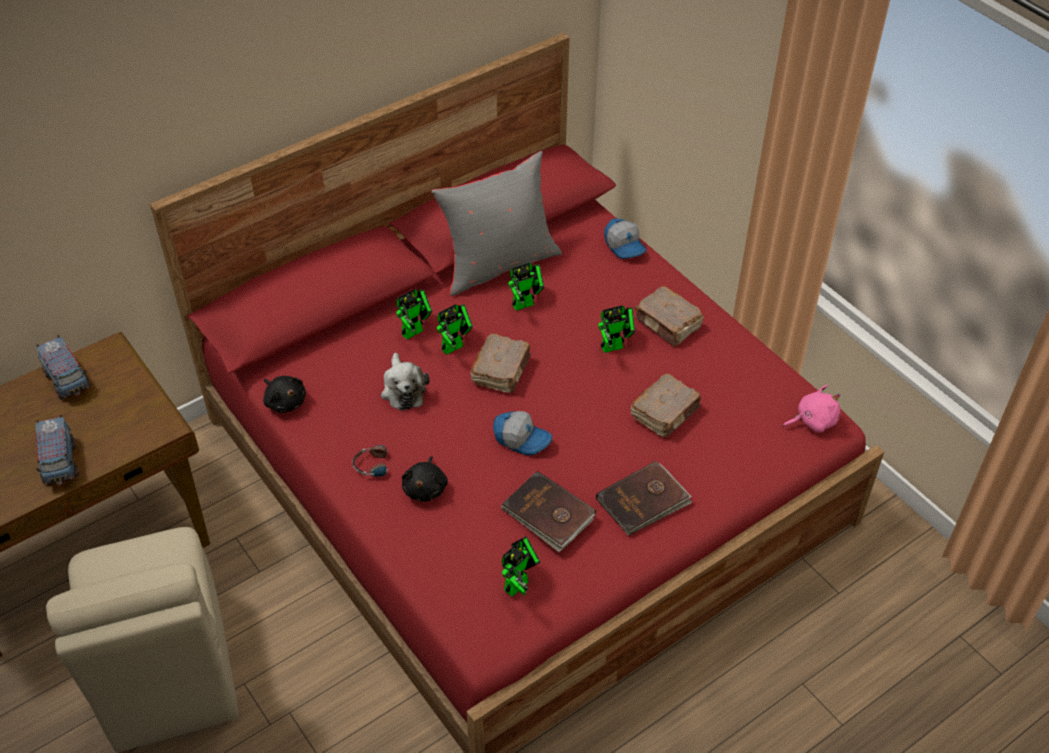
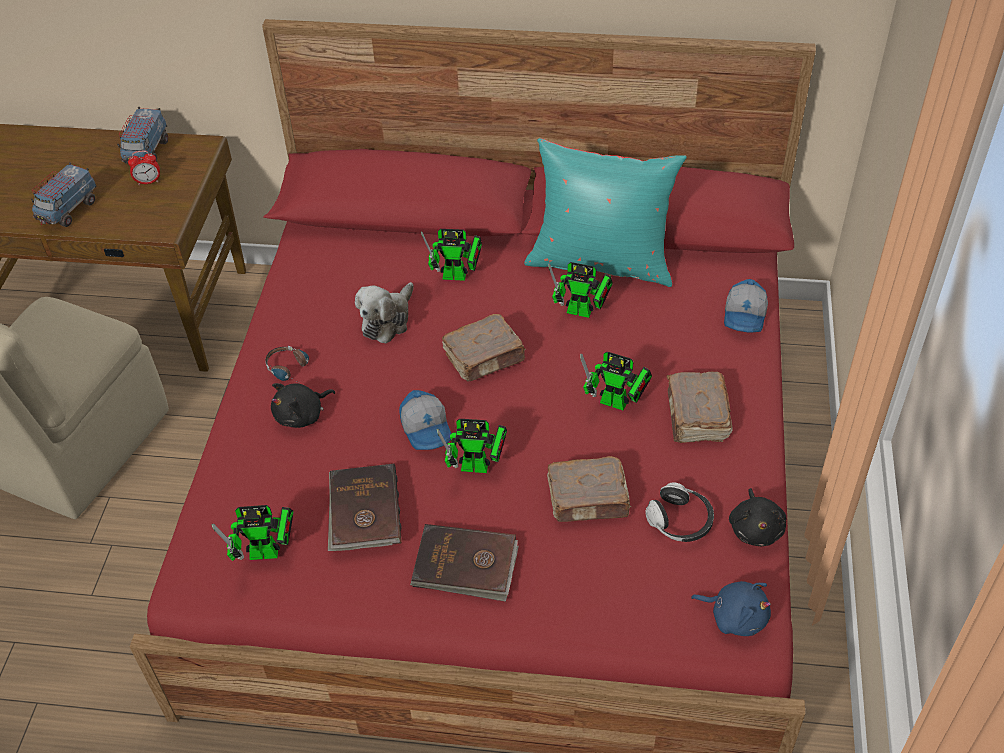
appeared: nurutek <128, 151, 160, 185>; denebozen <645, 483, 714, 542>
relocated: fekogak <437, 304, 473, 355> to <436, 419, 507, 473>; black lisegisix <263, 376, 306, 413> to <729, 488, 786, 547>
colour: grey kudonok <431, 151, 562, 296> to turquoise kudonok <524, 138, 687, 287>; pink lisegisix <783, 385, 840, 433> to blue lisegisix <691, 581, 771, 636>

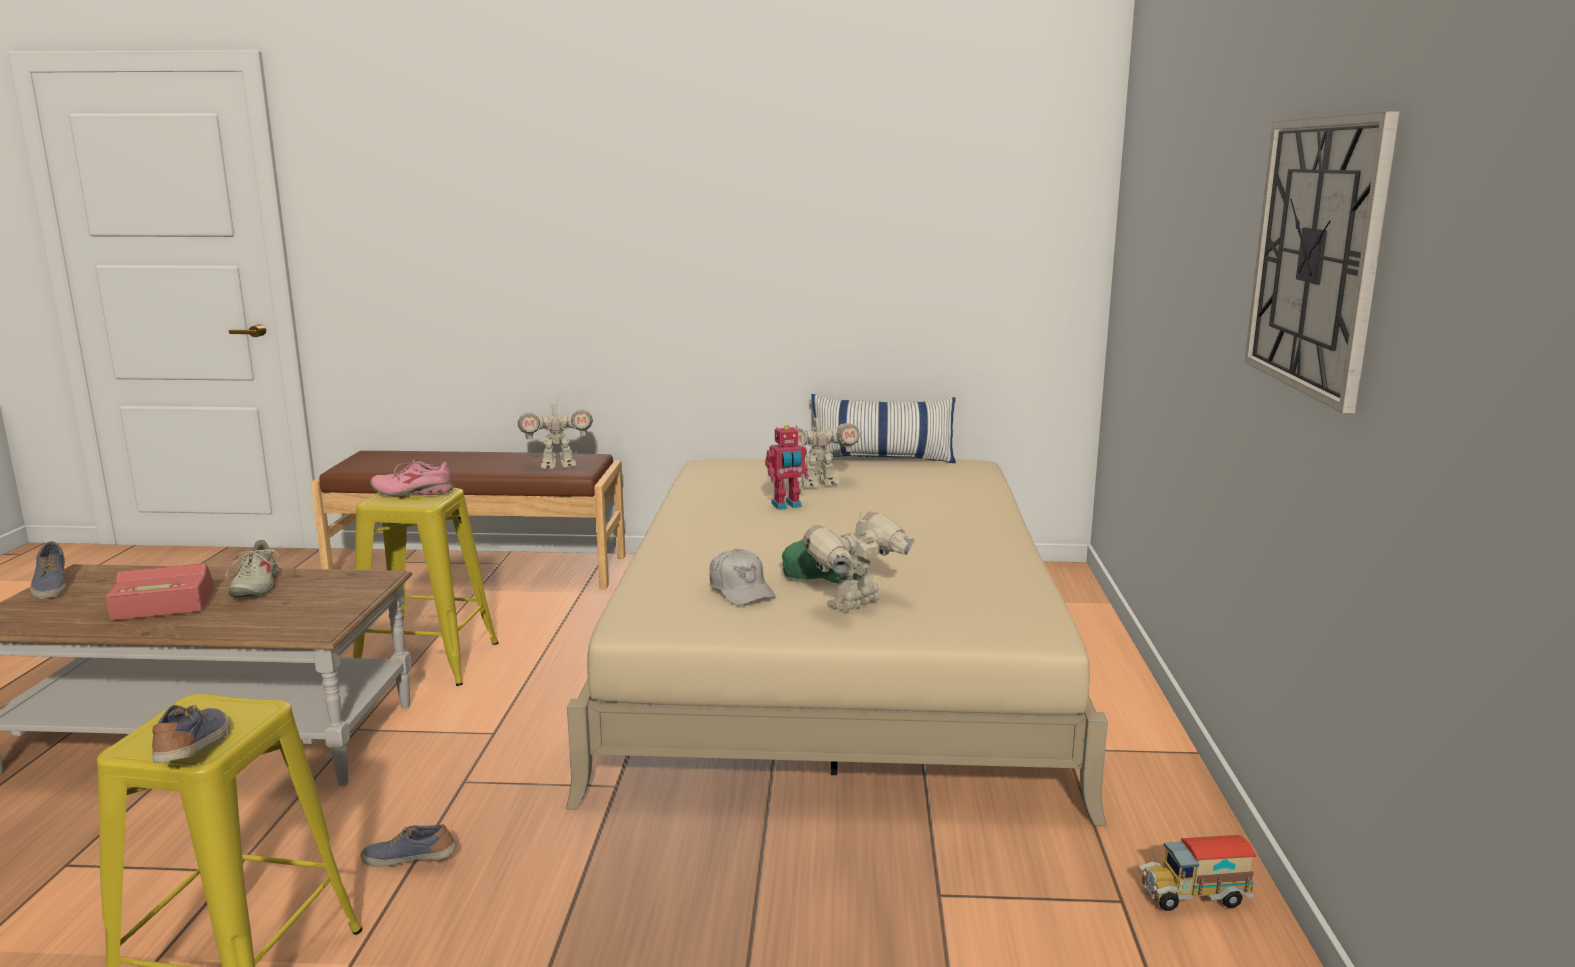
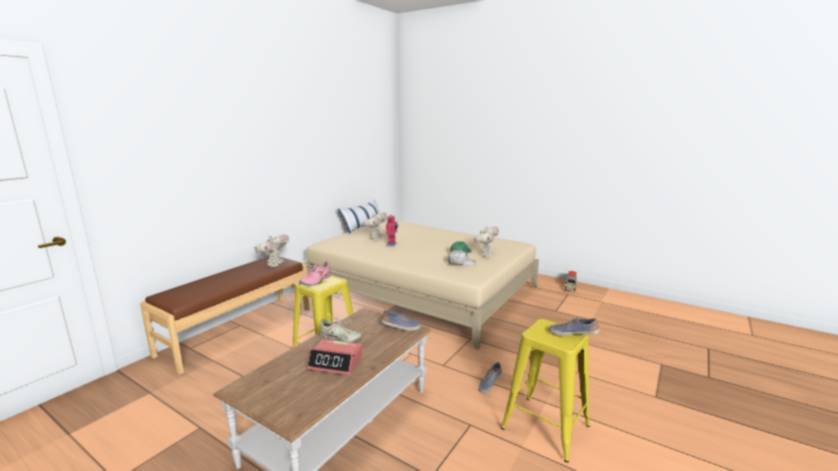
missing: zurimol <1244, 111, 1400, 413>
relocated: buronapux <30, 541, 65, 599> to <381, 310, 421, 331>
spun: fekogak <803, 510, 915, 611> = <474, 224, 499, 257> 150 degrees counterclockwise; nurutek <106, 563, 214, 621> = <307, 339, 362, 375> 90 degrees counterclockwise

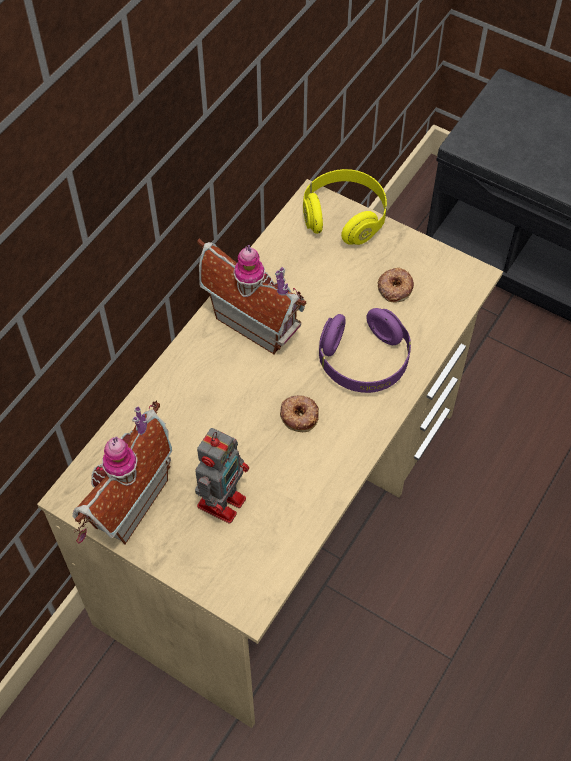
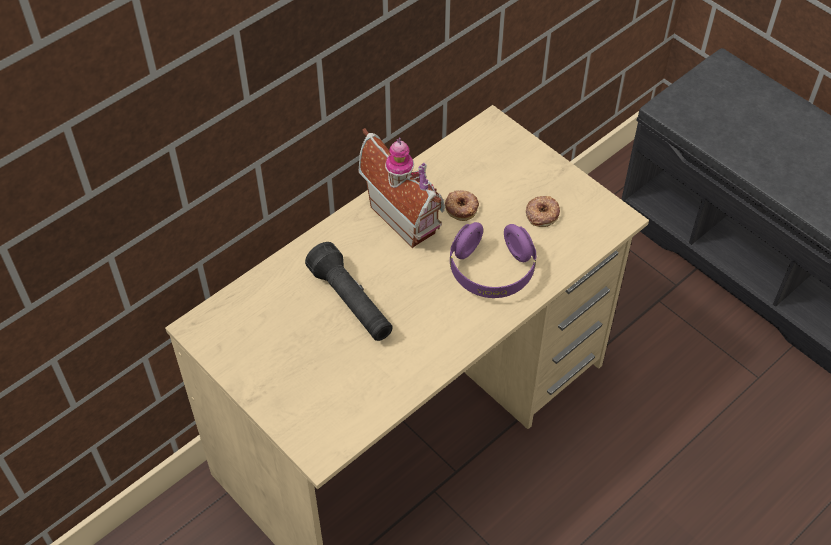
missing: yellow denebozen <303, 169, 387, 245>; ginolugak <72, 400, 172, 544>; fekogak <195, 428, 249, 523>
appeared: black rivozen <305, 242, 393, 341>
relocated: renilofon <280, 395, 319, 432> to <445, 190, 479, 221>

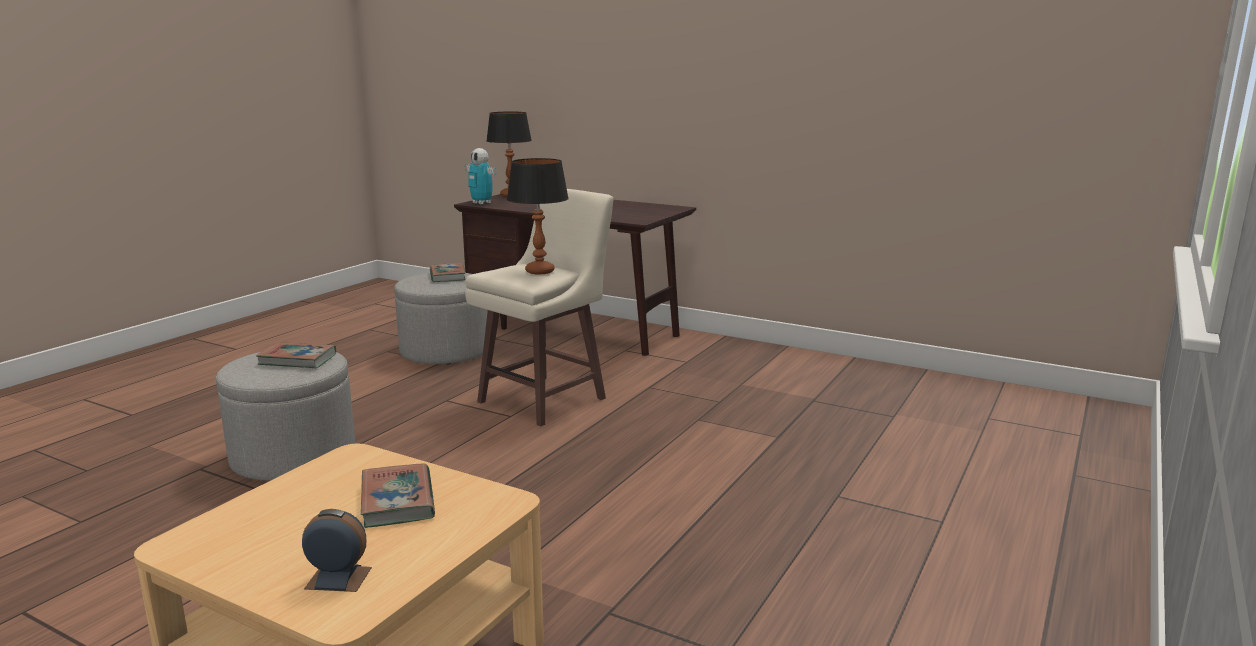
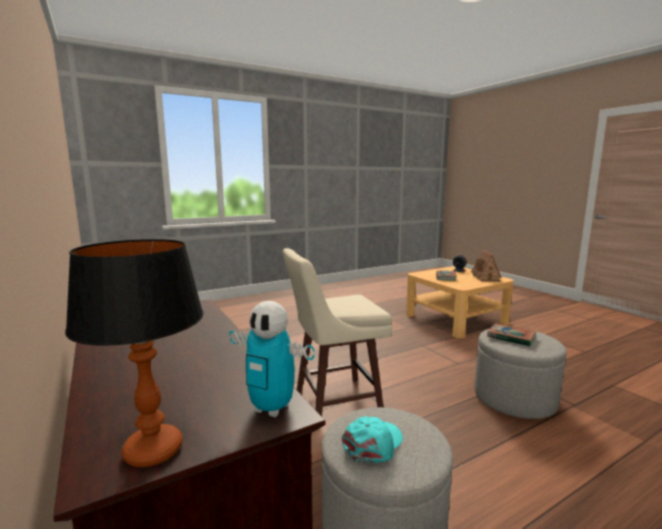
missing: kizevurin <507, 158, 569, 275>
appeared: ginolugak <471, 250, 502, 282>
exchanged: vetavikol <430, 263, 466, 282> to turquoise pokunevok <342, 417, 403, 463>
spun: fekogak <464, 148, 497, 204> = <229, 301, 315, 417> 135 degrees clockwise

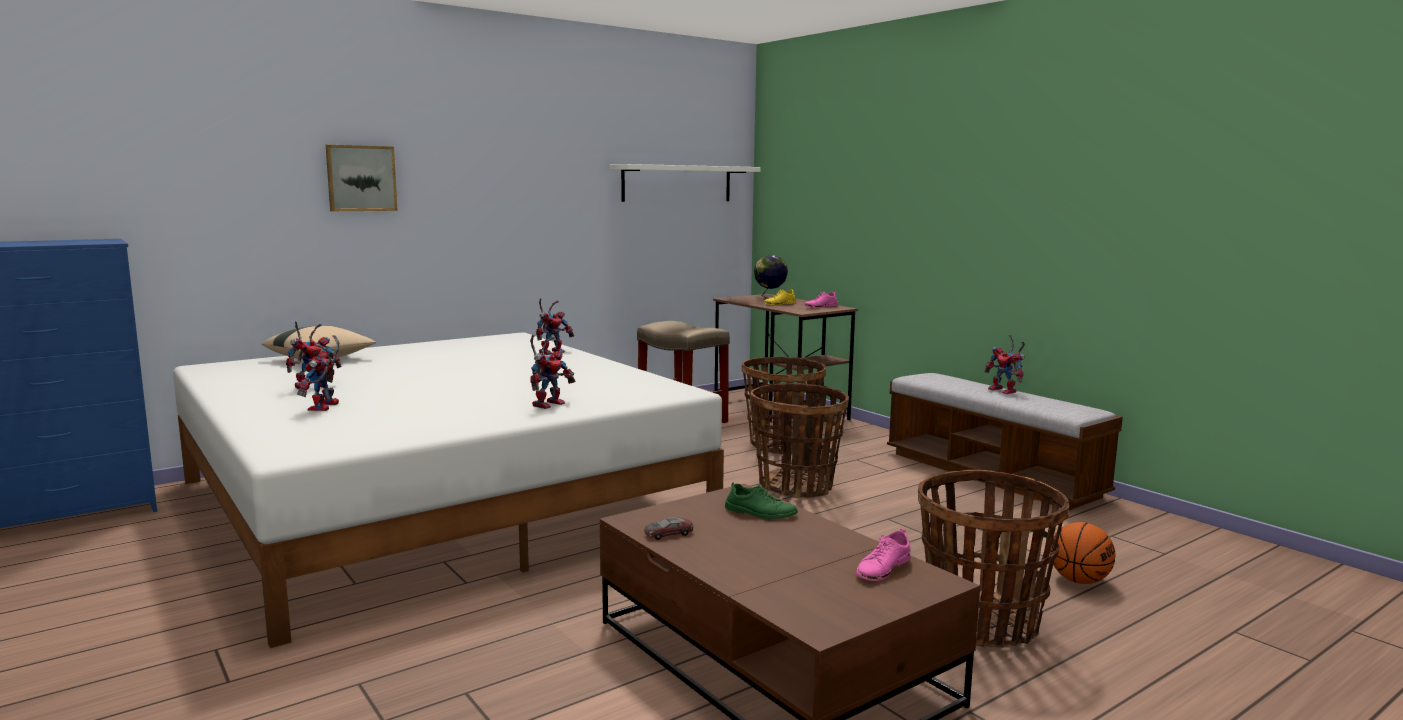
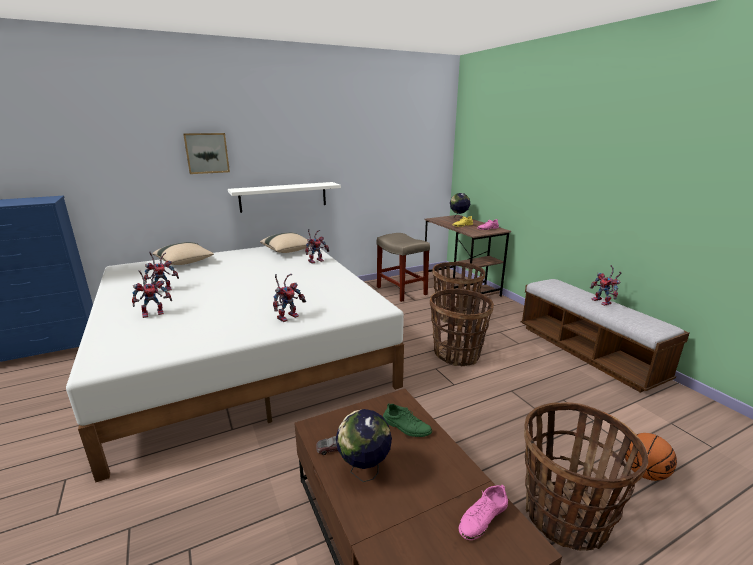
appeared: beige kudonok <260, 233, 311, 253>; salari <336, 409, 392, 482>
relocated: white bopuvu <610, 164, 761, 202> to <228, 182, 341, 213>
spun: fekogak <297, 335, 339, 411> = <132, 270, 172, 318> 135 degrees counterclockwise

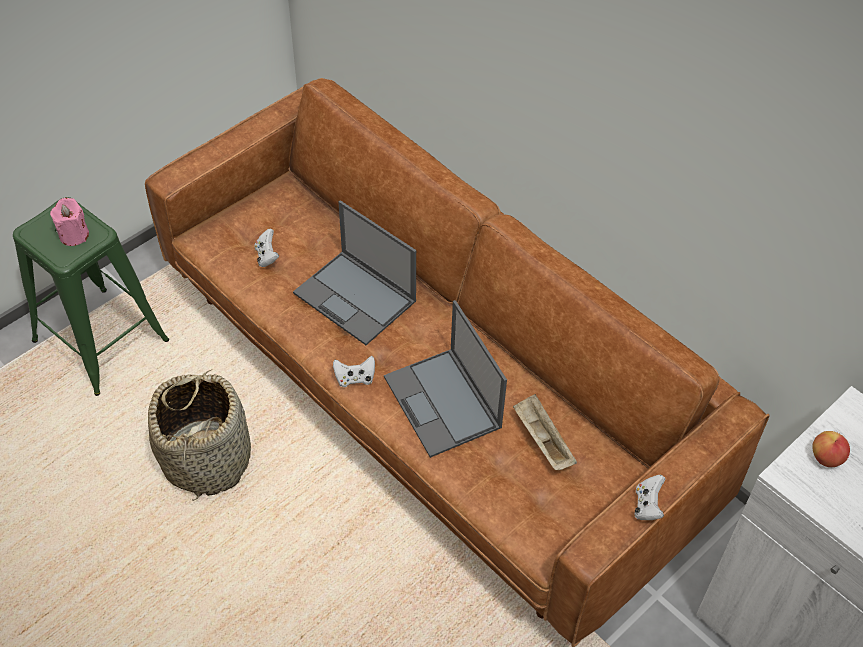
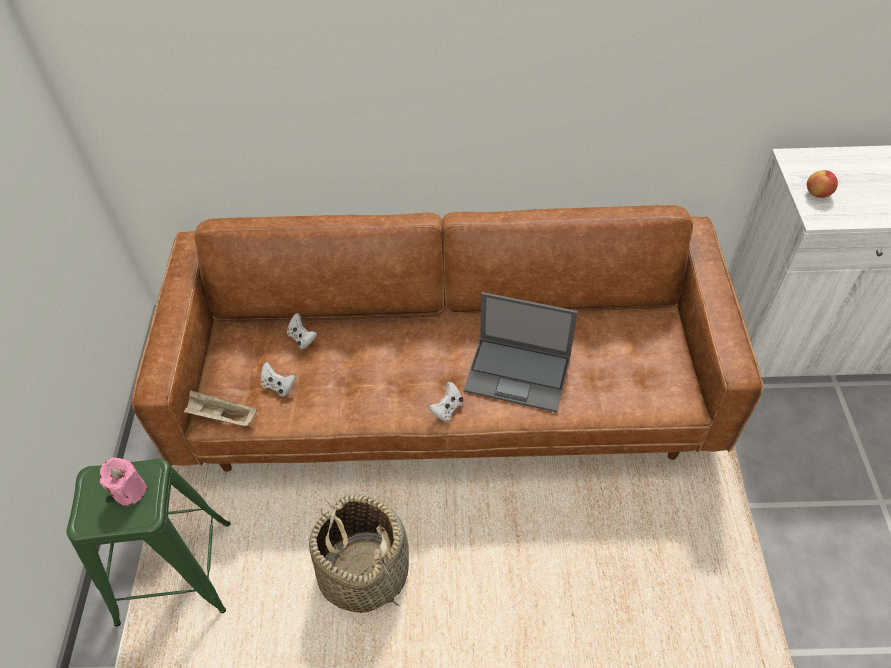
missing: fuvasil <293, 200, 416, 345>
relocated: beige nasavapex <513, 394, 577, 470> to <184, 390, 257, 426>; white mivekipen <634, 475, 665, 520> to <287, 313, 317, 349>

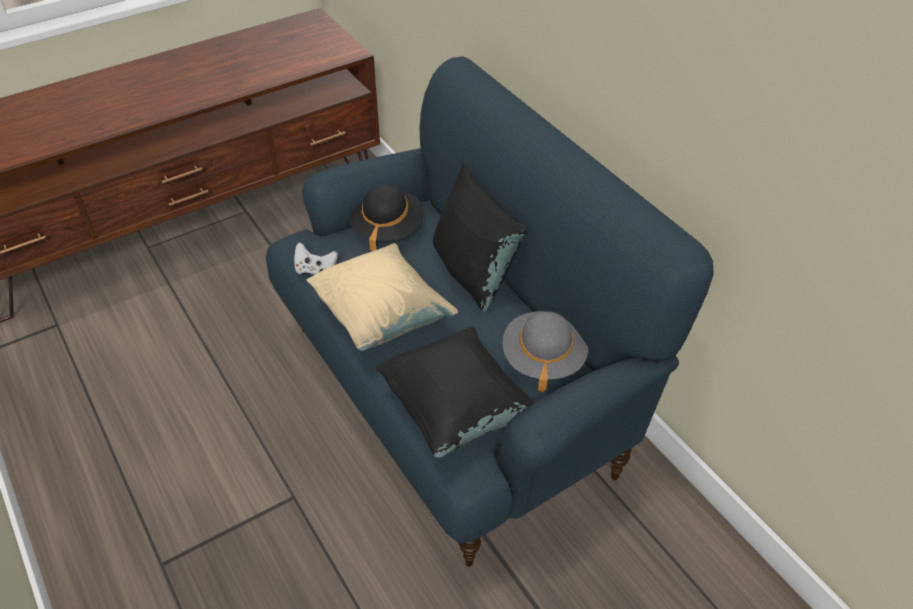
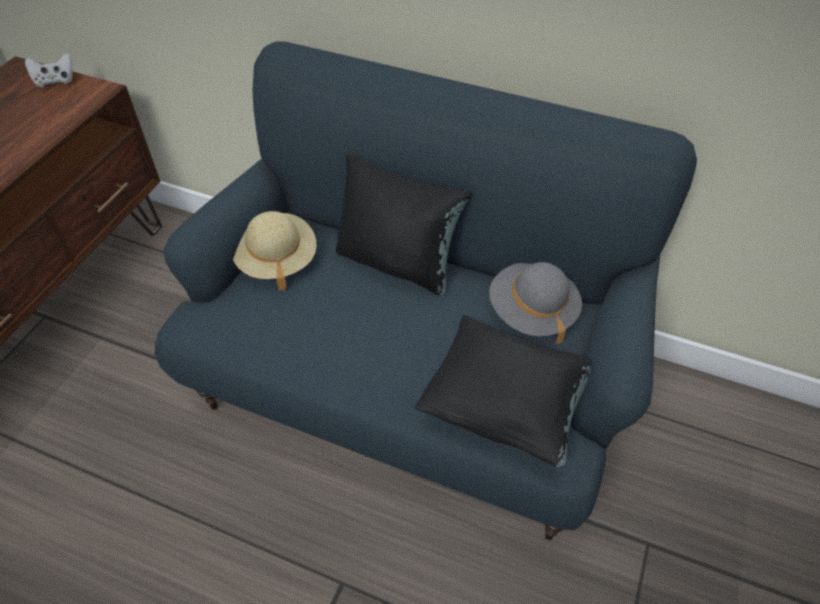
missing: beige kudonok <307, 243, 458, 351>
relocated: white mivekipen <294, 242, 338, 275> to <25, 53, 73, 87>
colour: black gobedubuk <350, 184, 424, 251> to beige gobedubuk <233, 211, 317, 291>

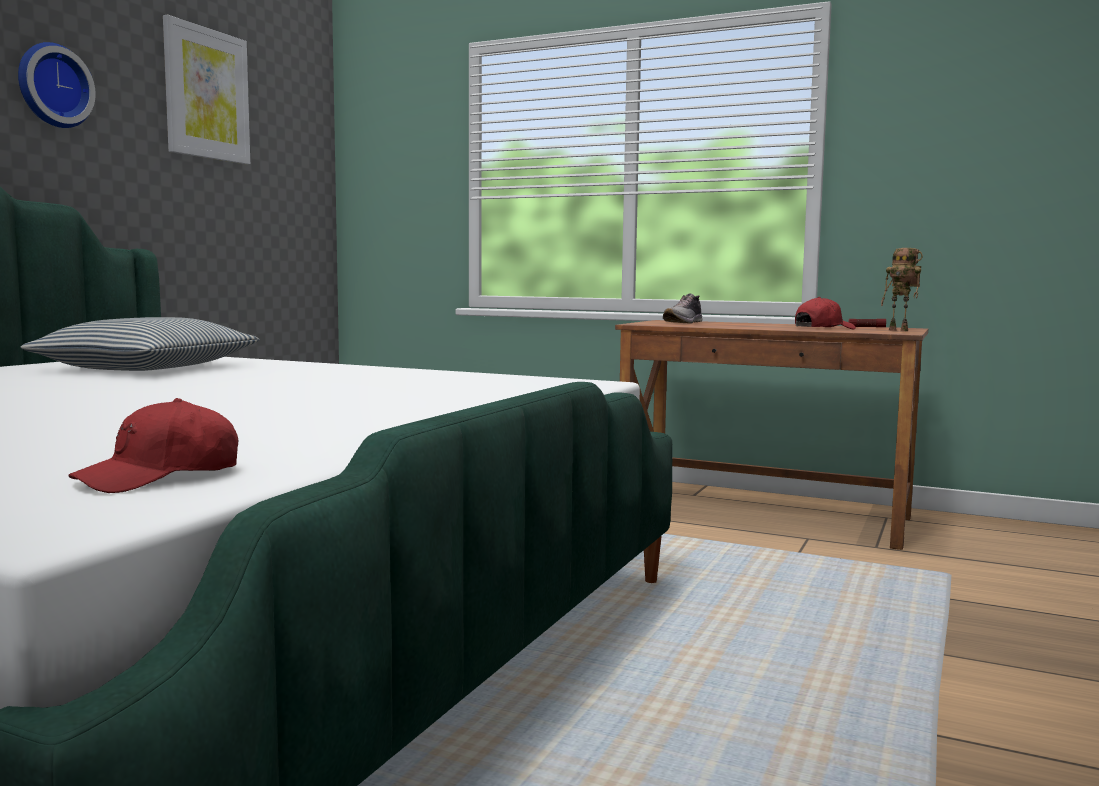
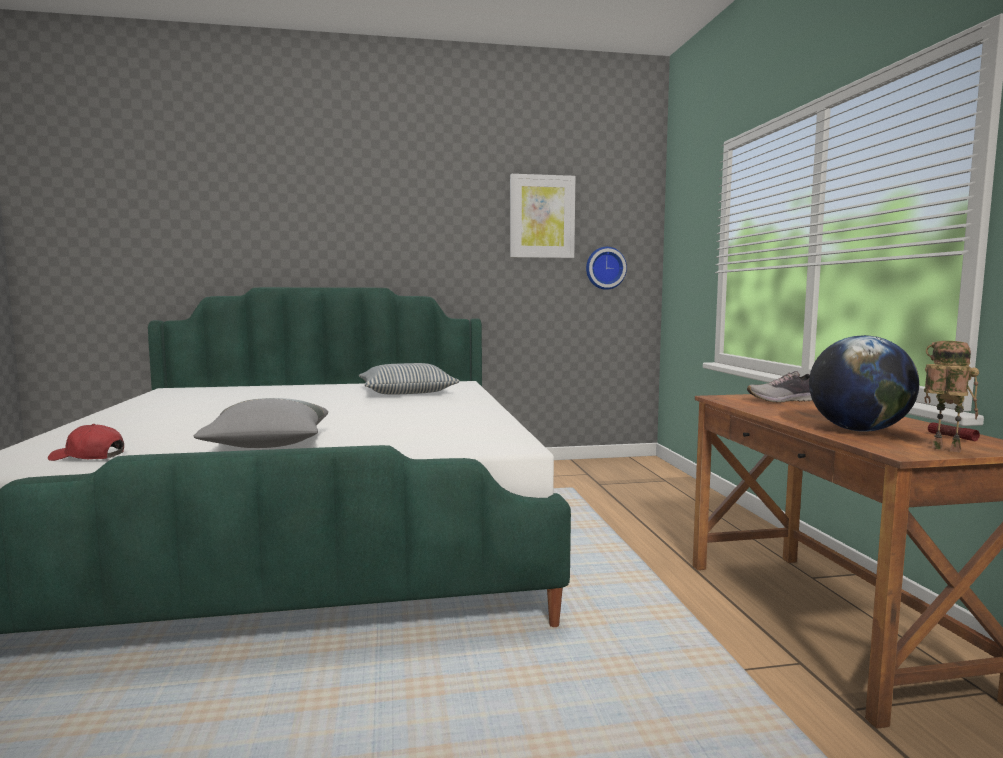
appeared: grey kudonok <194, 398, 328, 448>
relocated: zurimol <18, 42, 96, 128> to <586, 247, 627, 290>
exchanged: red pokunevok <795, 297, 856, 330> to salari <809, 335, 919, 432>
spun: fekogak <881, 248, 923, 331> = <924, 341, 979, 453> 135 degrees clockwise

